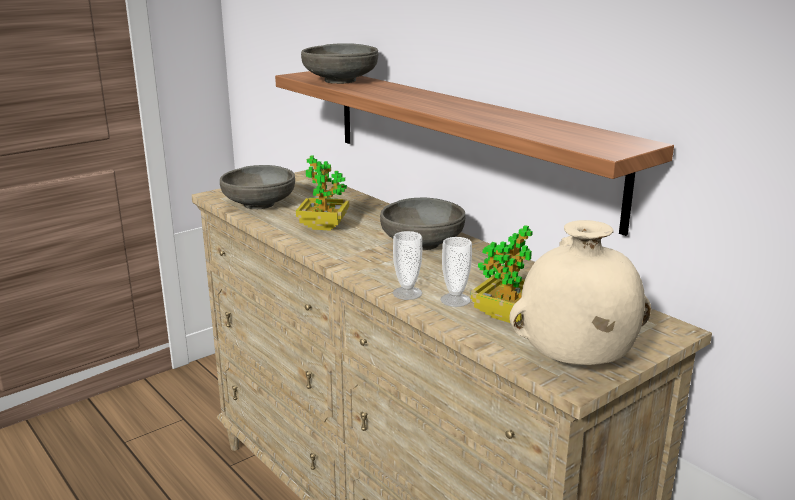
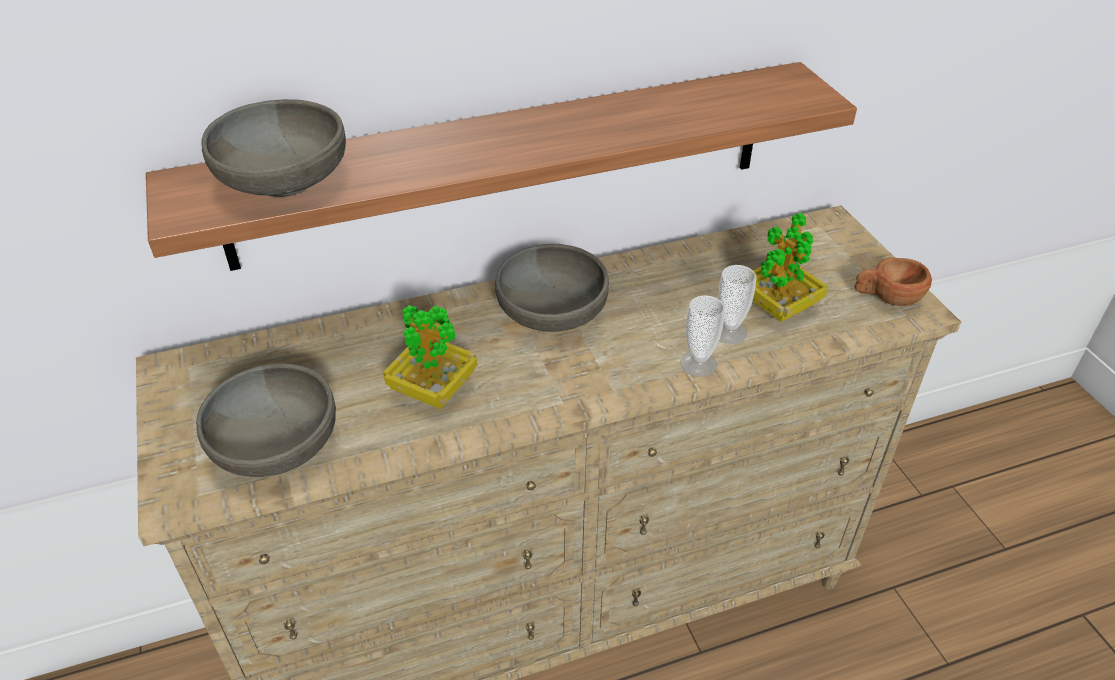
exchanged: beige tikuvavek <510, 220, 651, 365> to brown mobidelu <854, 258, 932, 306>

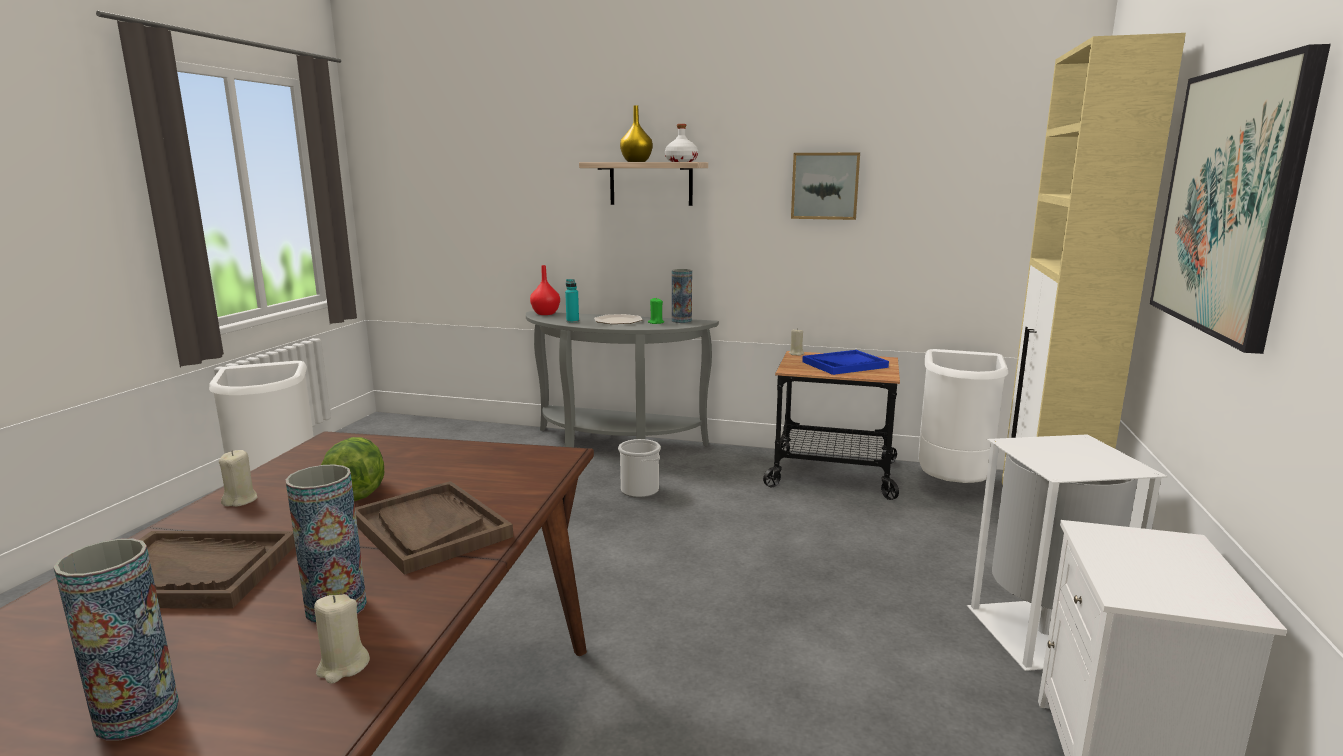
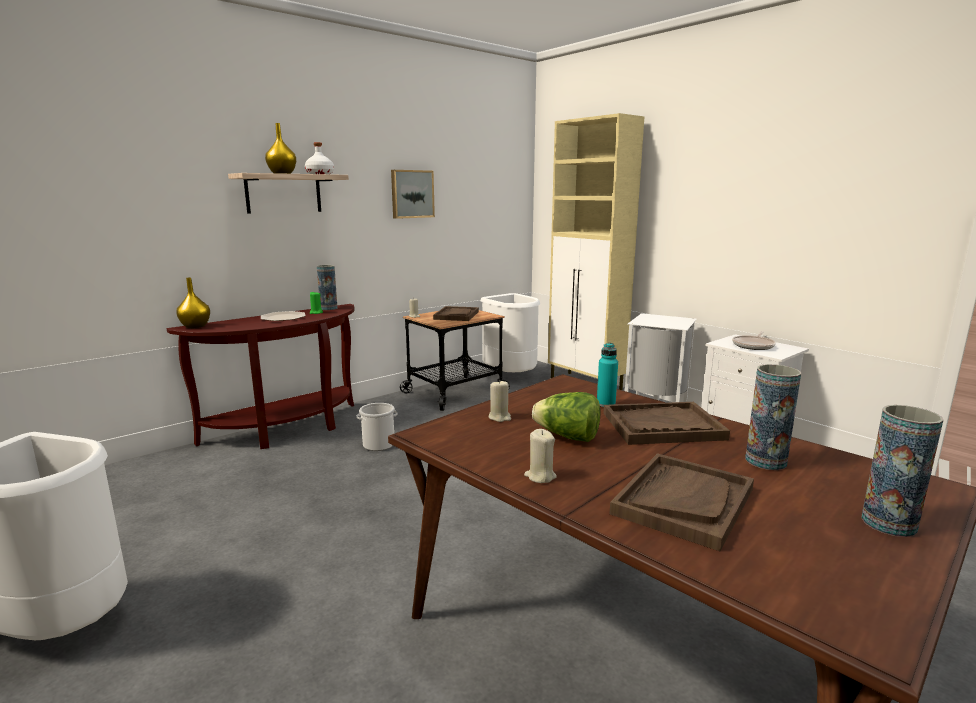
missing: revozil <1150, 44, 1331, 354>
appeared: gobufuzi <732, 331, 776, 350>
relocated: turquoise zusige <565, 279, 579, 323> to <597, 343, 618, 407>; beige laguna <314, 594, 370, 684> to <489, 380, 511, 422>
colour: red tikuvavek <530, 265, 560, 315> to yellow tikuvavek <176, 278, 210, 328>; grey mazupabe <526, 311, 719, 447> to brown mazupabe <167, 304, 355, 449>; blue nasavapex <802, 350, 889, 375> to brown nasavapex <433, 306, 479, 321>

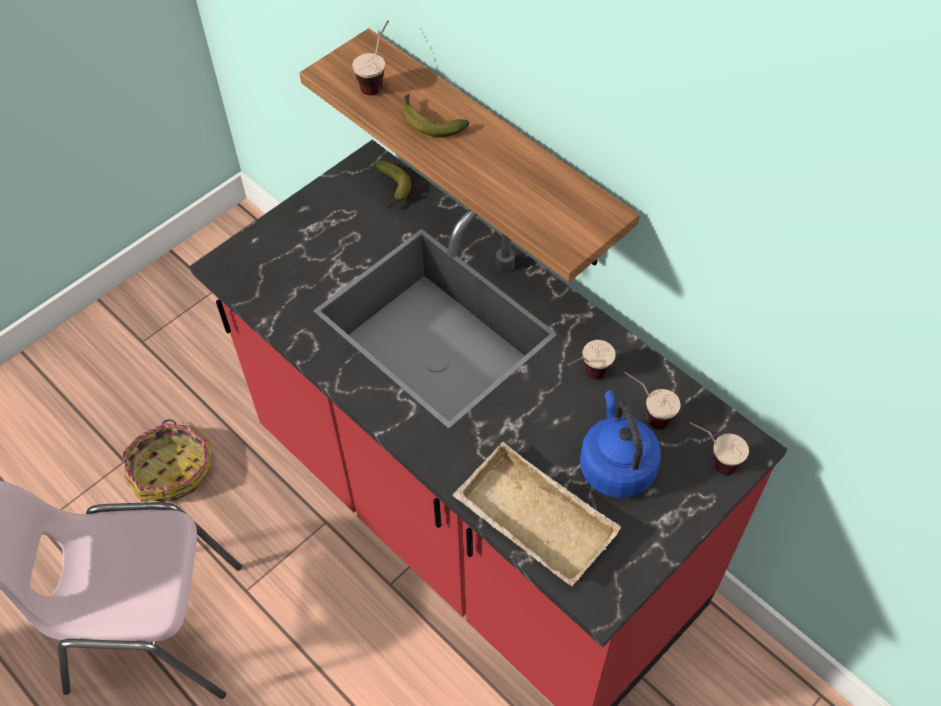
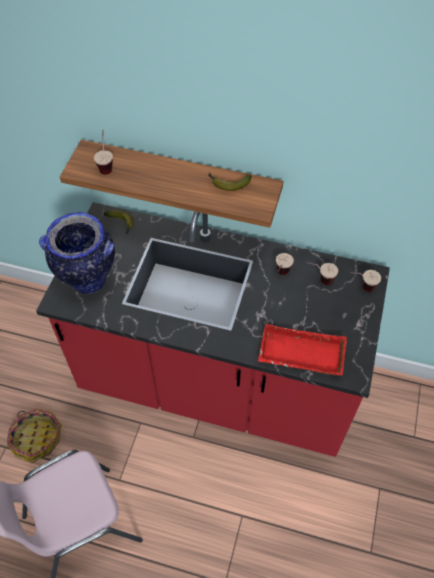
missing: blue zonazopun <580, 390, 661, 498>
appeared: tikuvavek <39, 212, 115, 294>
relocated: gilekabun <402, 94, 469, 137> to <208, 173, 252, 191>
colour: beige nasavapex <452, 442, 621, 586> to red nasavapex <258, 324, 347, 376>

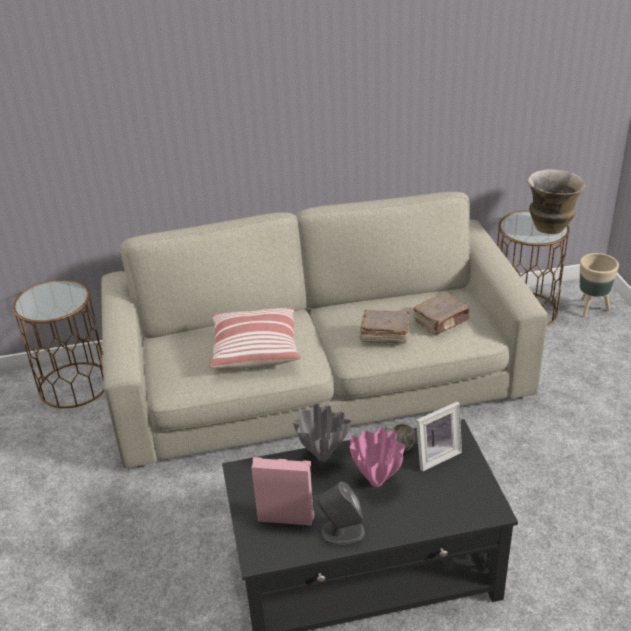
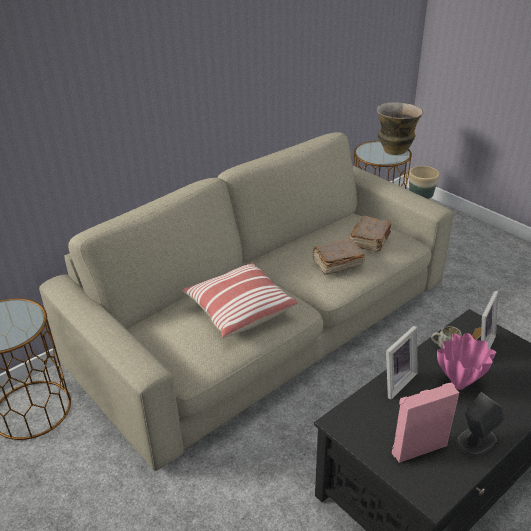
exchanged: grey tikuvavek <293, 404, 351, 461> to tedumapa <386, 326, 417, 400>

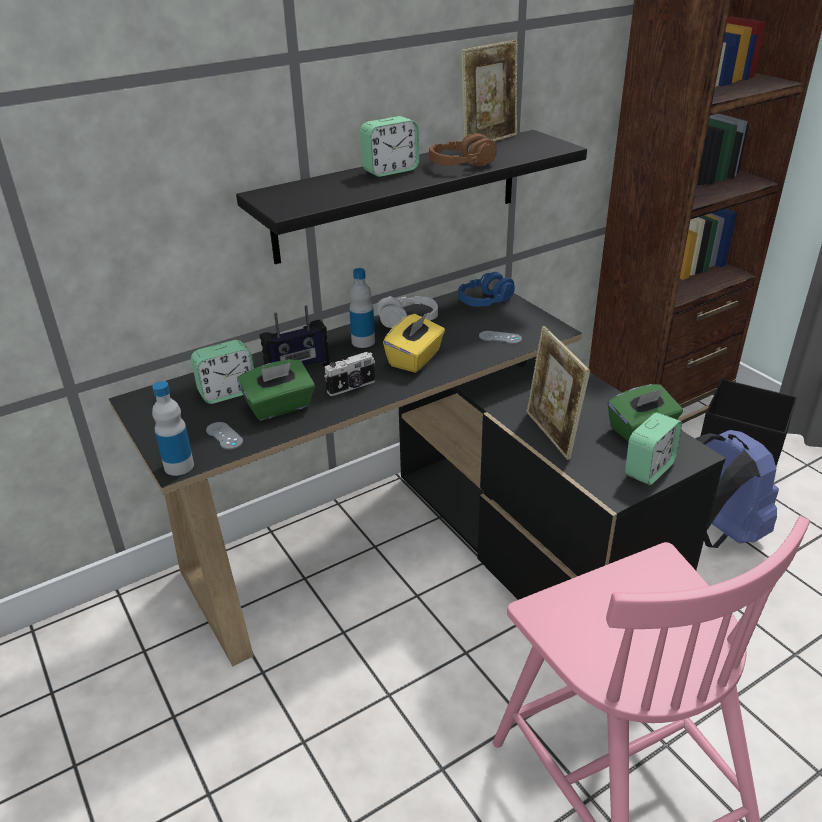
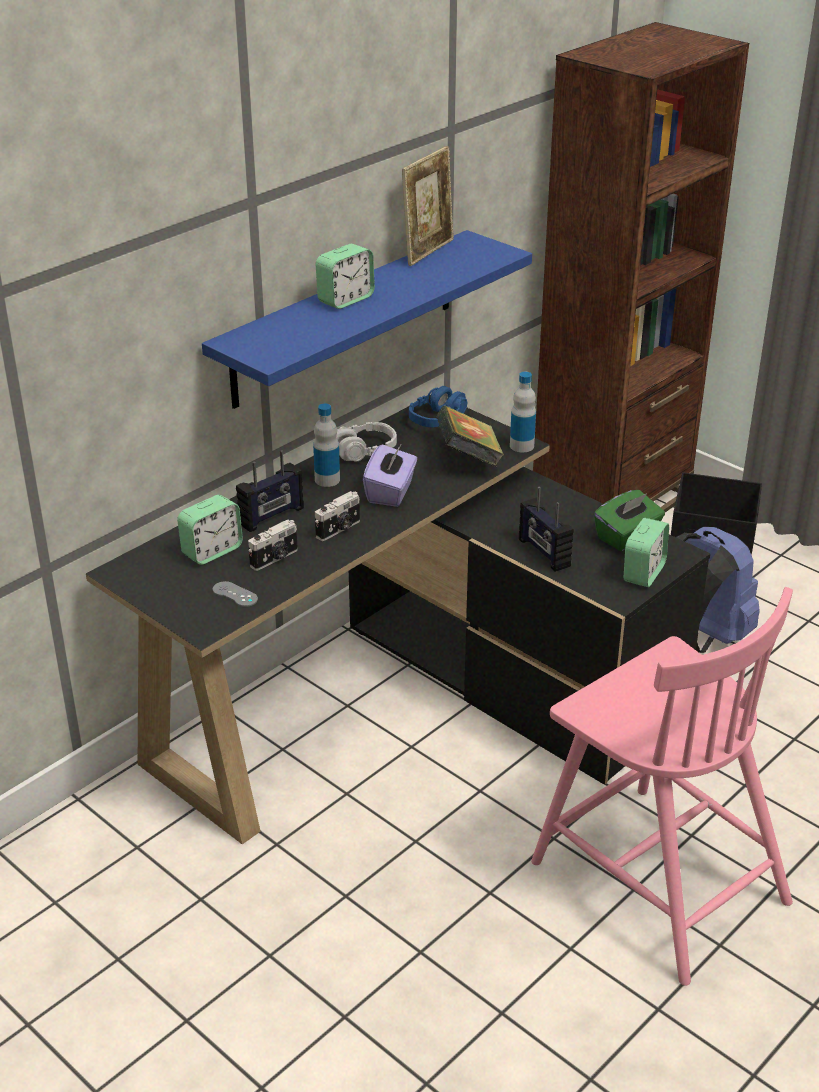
missing: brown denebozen <429, 133, 497, 167>
relocated: zusige <152, 381, 194, 476> to <510, 372, 536, 452>
exchanged: tedumapa <526, 326, 590, 460> to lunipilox <519, 487, 574, 572>; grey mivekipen <479, 331, 522, 344> to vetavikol <437, 405, 504, 467>; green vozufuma <237, 360, 315, 421> to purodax <248, 520, 298, 571>
colour: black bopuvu <236, 130, 587, 264> to blue bopuvu <202, 230, 532, 409>; yellow vozufuma <383, 314, 445, 373> to purple vozufuma <363, 444, 417, 507>

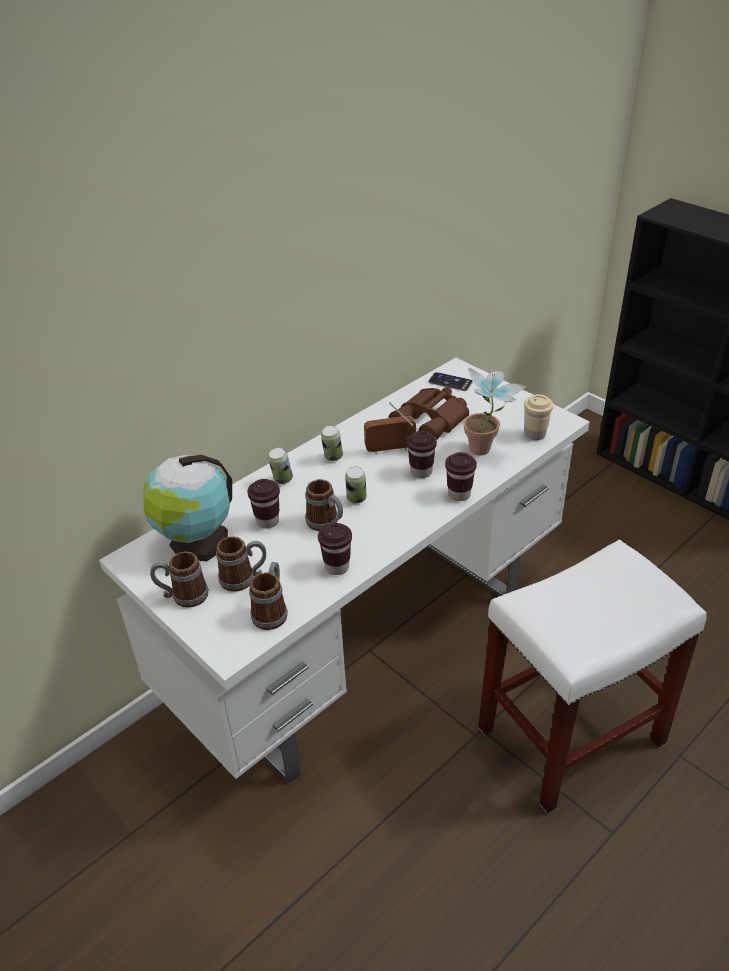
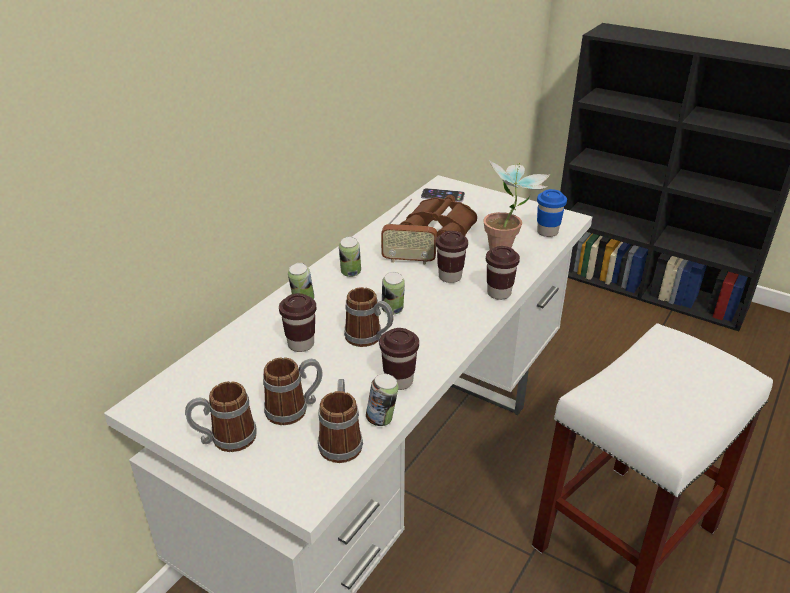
missing: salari <143, 455, 232, 561>
appeared: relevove <366, 374, 399, 426>
colour: beige mobidelu <524, 394, 553, 440> to blue mobidelu <537, 189, 567, 237>
spun: lunipilox <364, 402, 416, 455> = <381, 199, 437, 265> 150 degrees counterclockwise

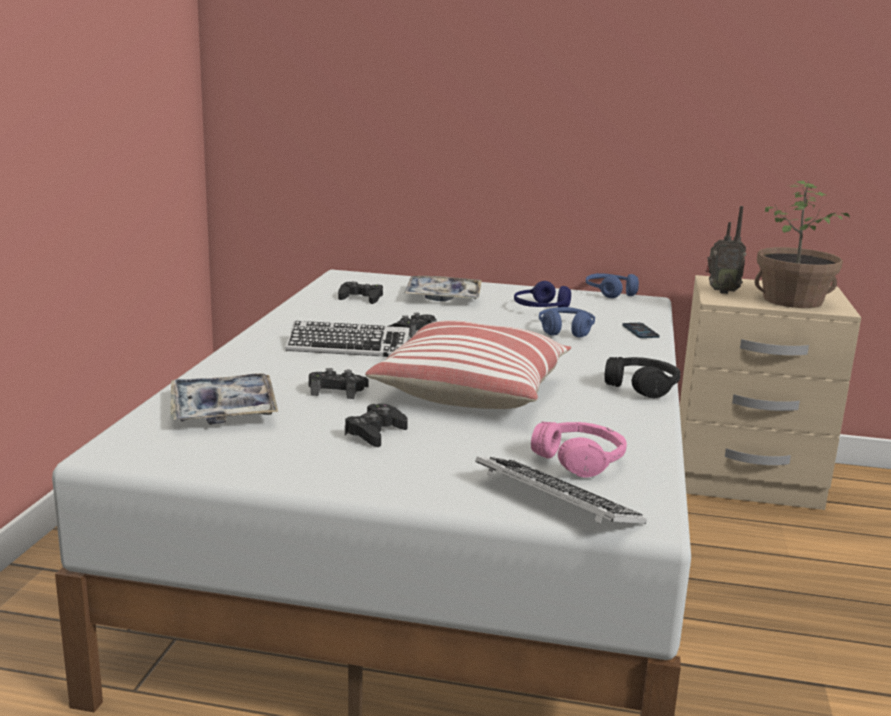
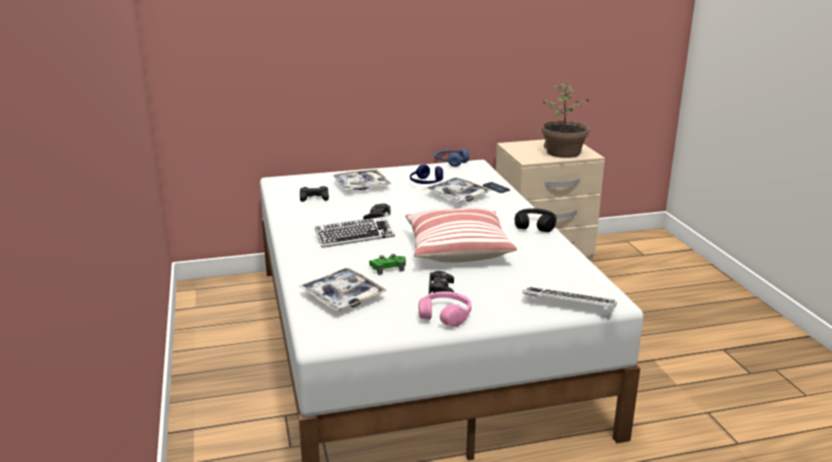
missing: lunipilox <706, 206, 746, 294>
relocated: pink denebozen <531, 422, 627, 478> to <418, 291, 471, 327>
exchanged: blue denebozen <539, 307, 595, 337> to nasavapex <424, 178, 492, 203>
colour: black mivekipen <309, 368, 368, 399> to green mivekipen <369, 254, 406, 275>

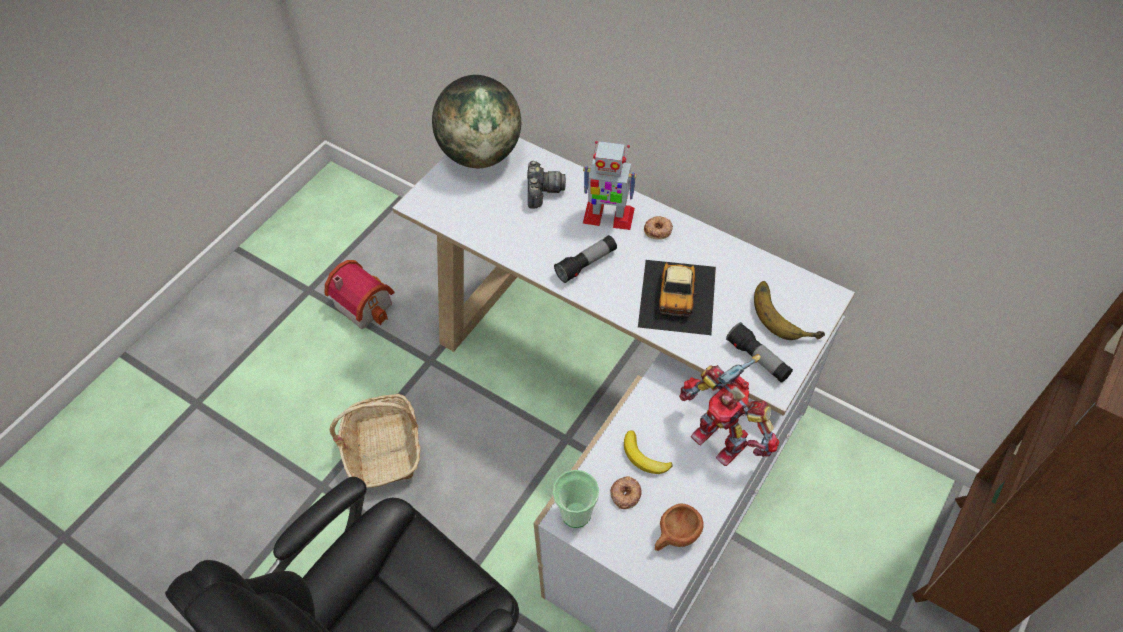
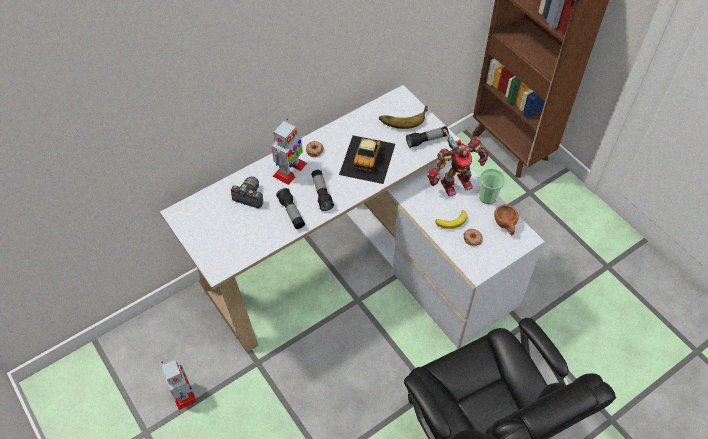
missing: salari <432, 75, 521, 168>; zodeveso <330, 394, 420, 488>
appeared: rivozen <276, 188, 305, 229>
relocated: mobidelu <553, 470, 599, 528> to <479, 168, 505, 204>
exchanged: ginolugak <324, 260, 395, 330> to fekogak <161, 360, 197, 410>
spun: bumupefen <638, 260, 716, 335> = <339, 135, 395, 184> 75 degrees clockwise

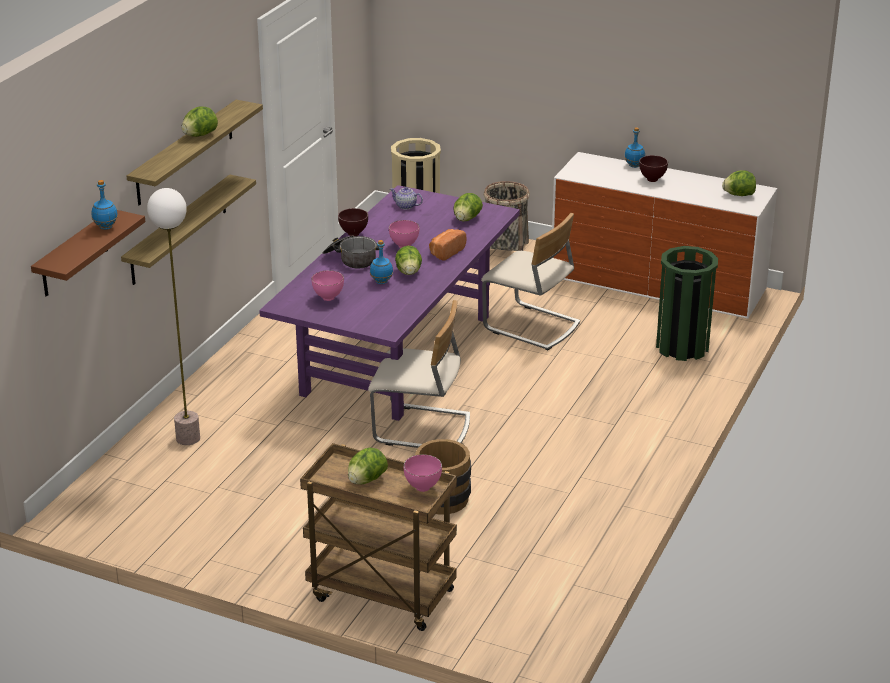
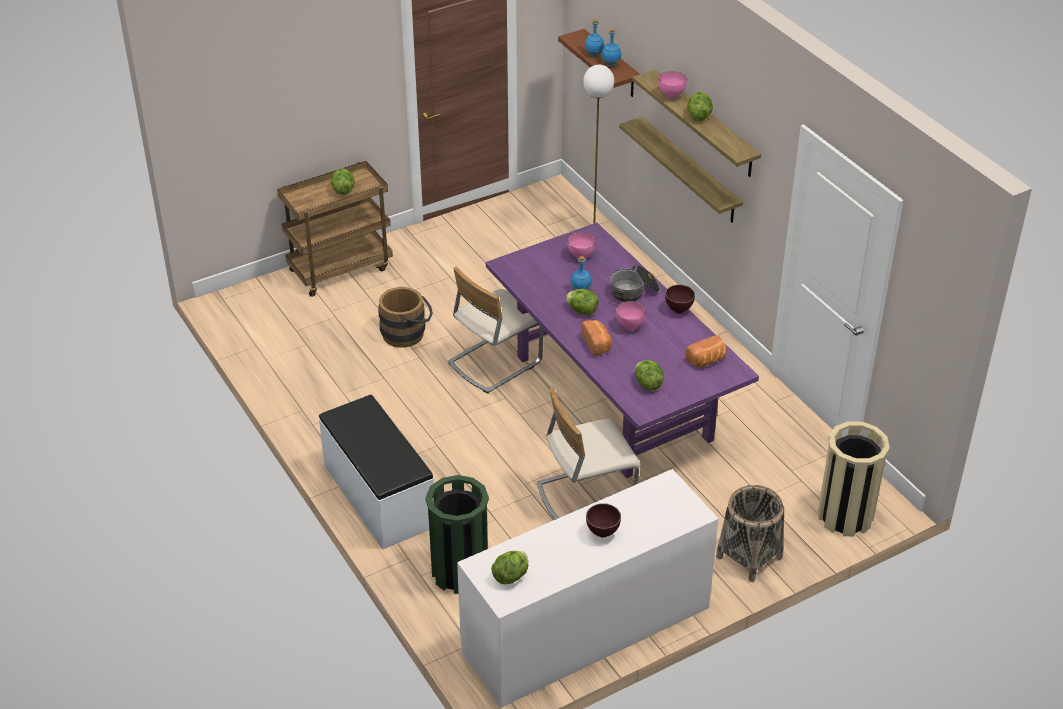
appeared: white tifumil <319, 395, 434, 549>
relocated: blue zusige <624, 127, 645, 168> to <585, 19, 604, 57>; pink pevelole <403, 454, 442, 492> to <658, 71, 687, 99>
exchanged: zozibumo <390, 187, 423, 210> to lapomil <685, 335, 727, 368>

